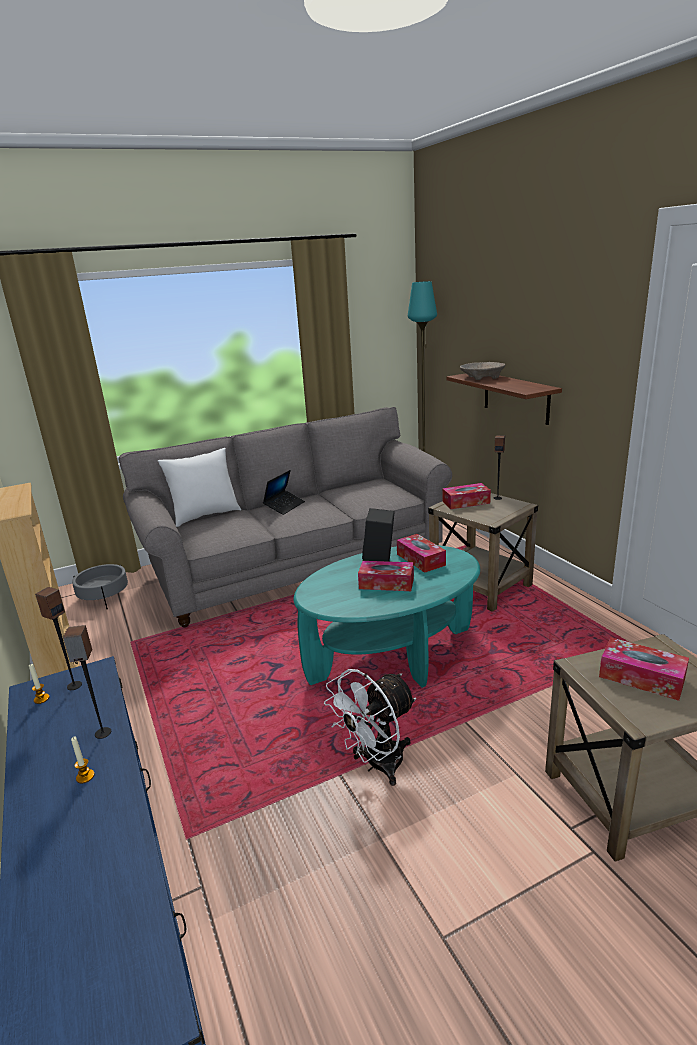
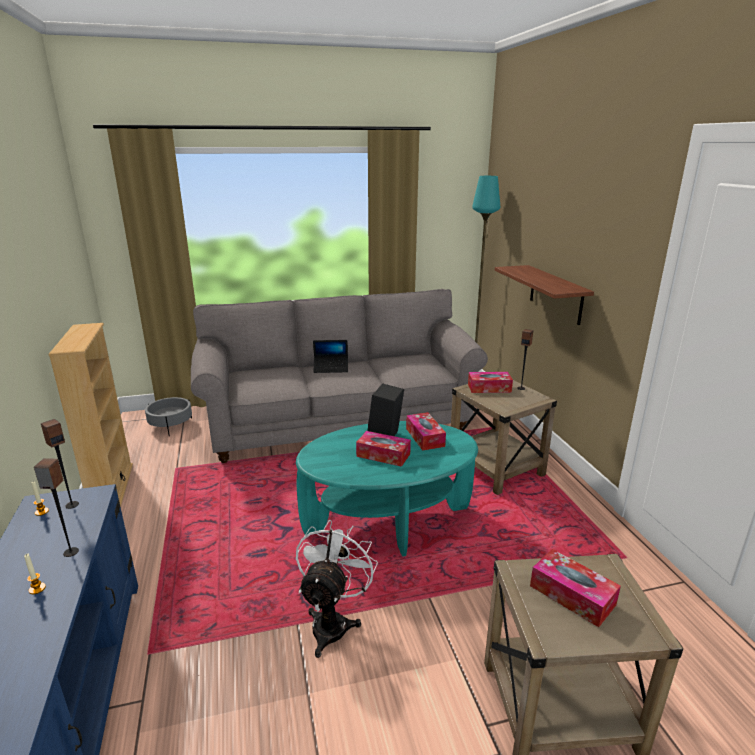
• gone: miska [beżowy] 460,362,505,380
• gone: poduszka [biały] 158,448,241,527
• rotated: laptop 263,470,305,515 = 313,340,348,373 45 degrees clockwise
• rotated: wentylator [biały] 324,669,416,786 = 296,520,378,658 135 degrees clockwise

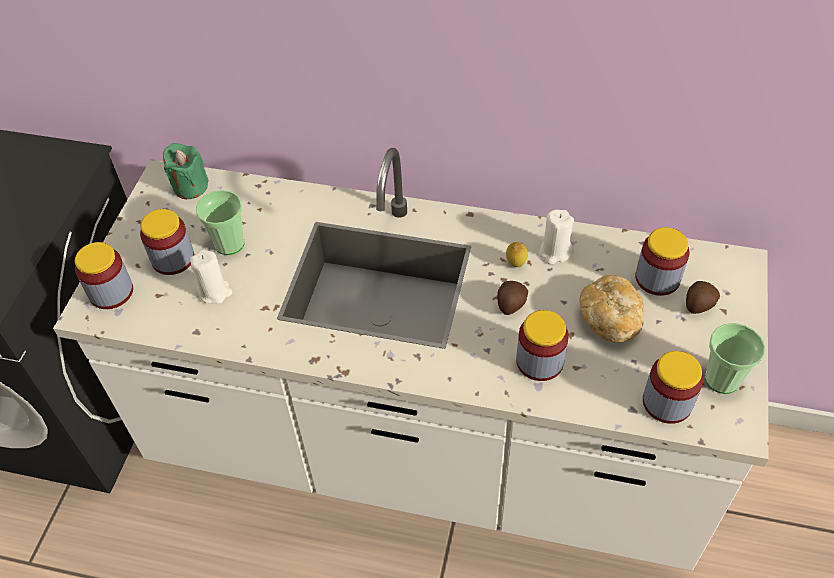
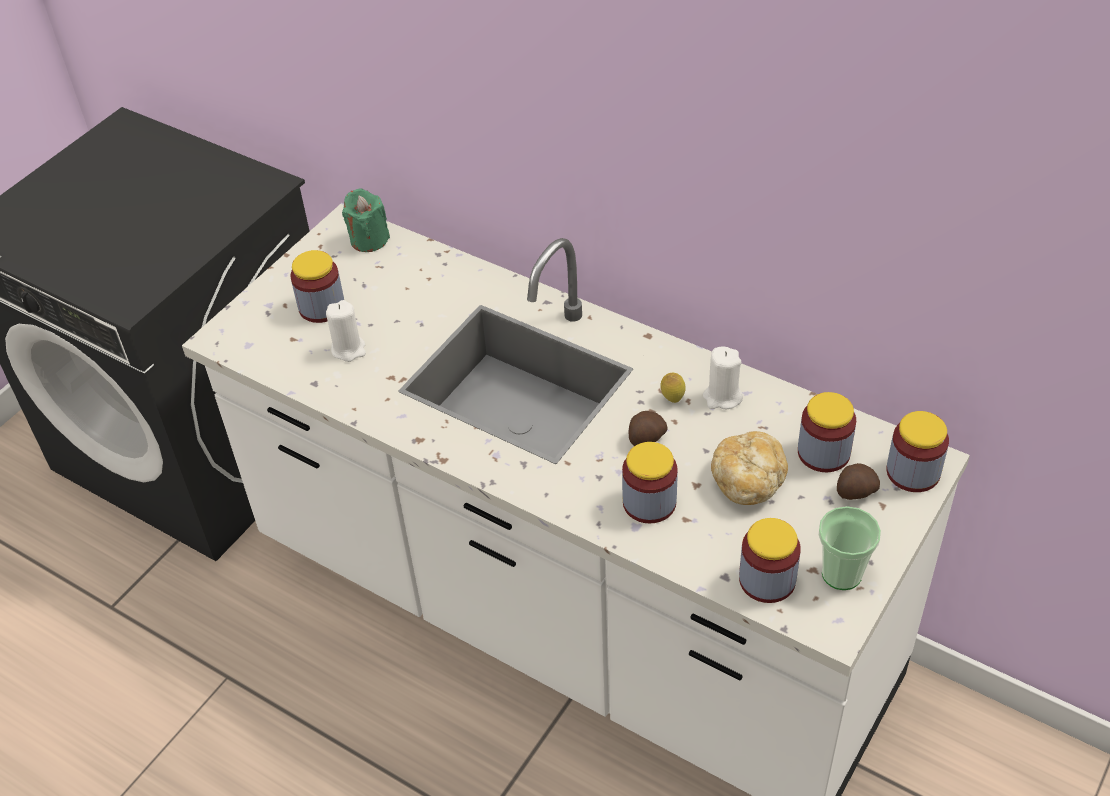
• gone: filiżanka 196,190,245,255
• shifted: słoik 75,242,133,309 to 886,411,949,492

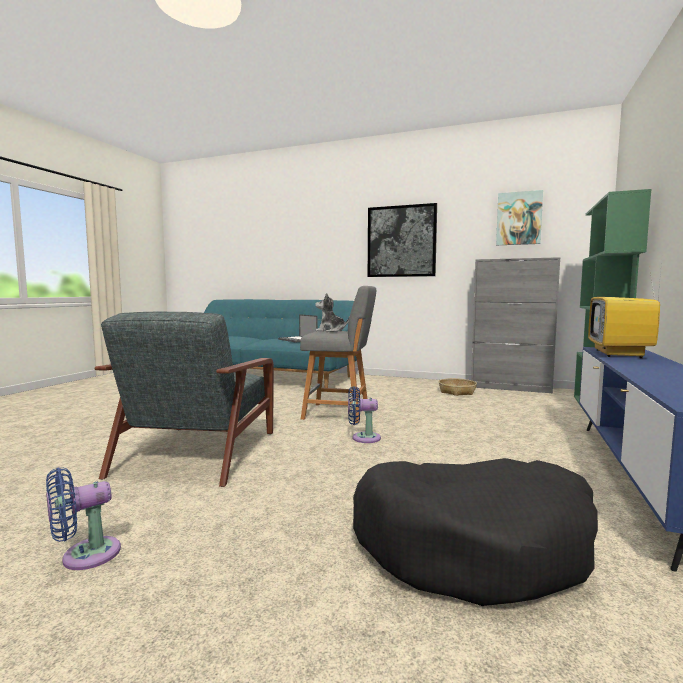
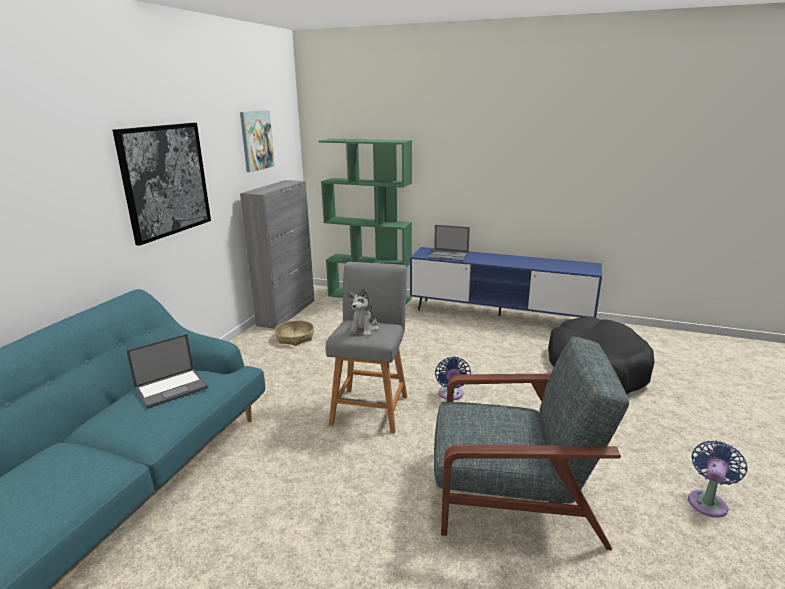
• swapped: telewizor 588,262,662,358 to laptop 428,225,470,261
• rotated: wentylator [niebieski] 46,467,121,570 = 688,440,748,517 105 degrees counterclockwise

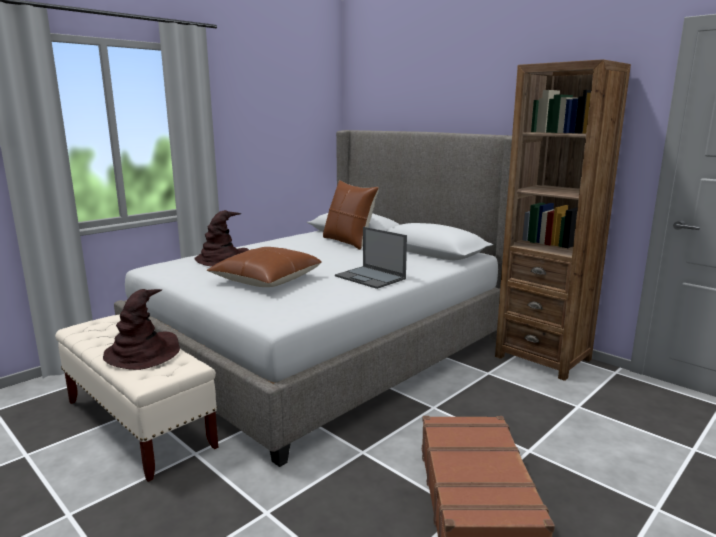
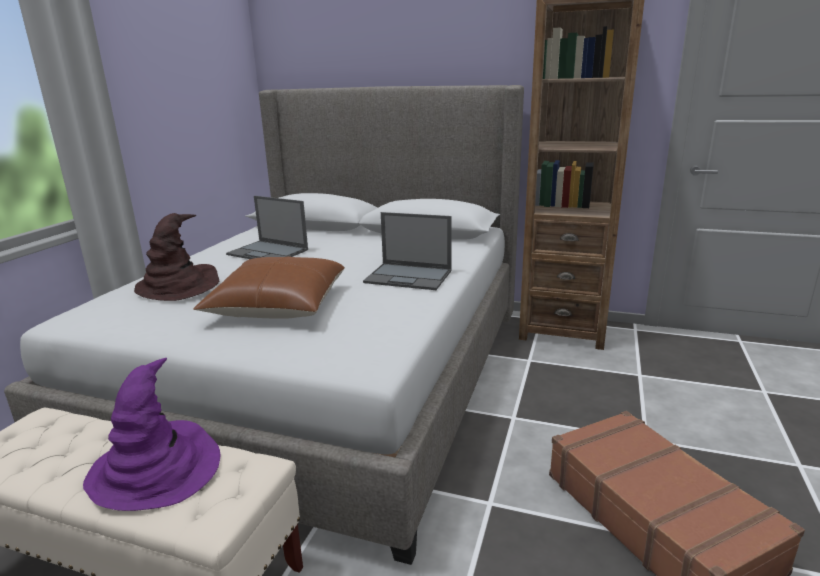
• gone: poduszka [brązowy] 323,180,379,250
• repainted: kapelusz [brązowy] 103,289,180,370 to kapelusz [fioletowy] 83,358,220,511
• new: laptop 226,196,308,259

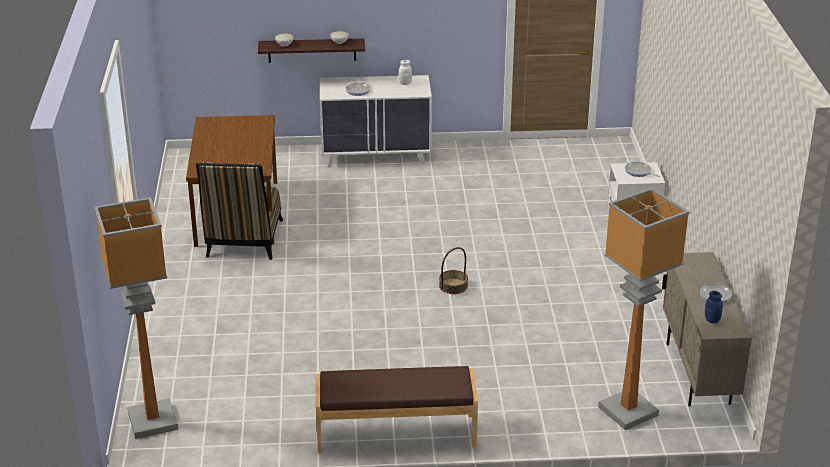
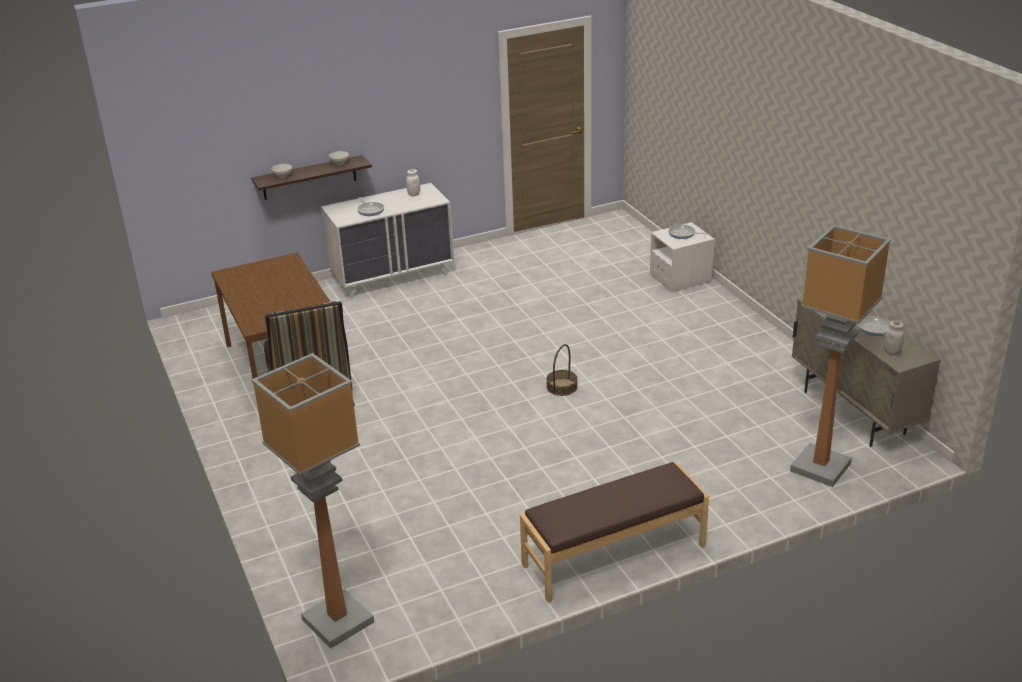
• repainted: słoik [niebieski] 705,291,723,324 to słoik [biały] 884,321,904,355

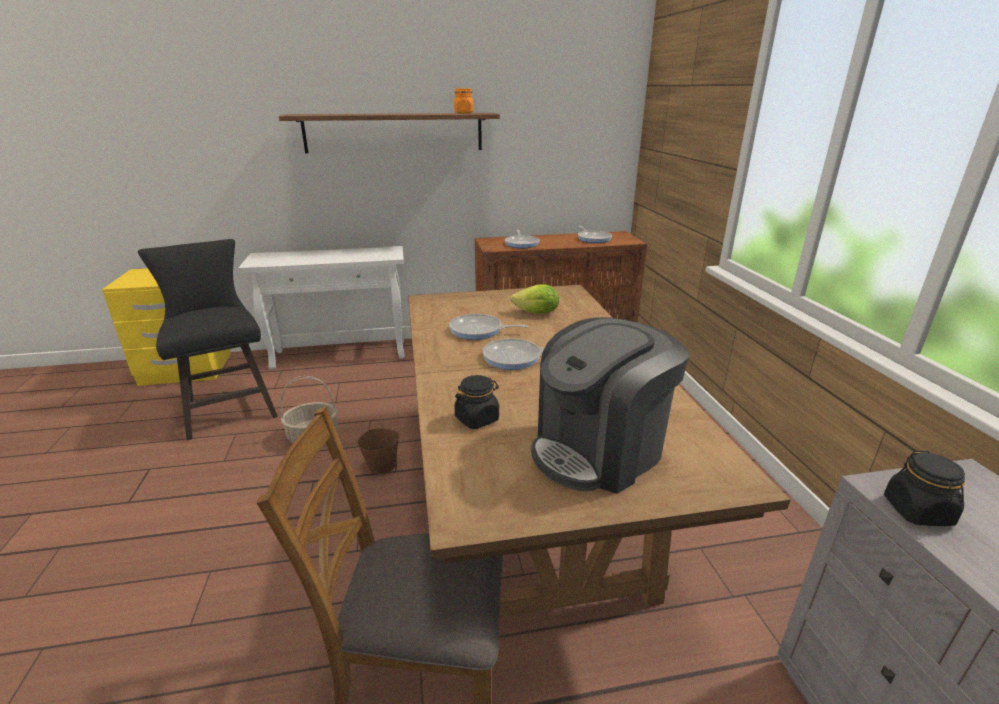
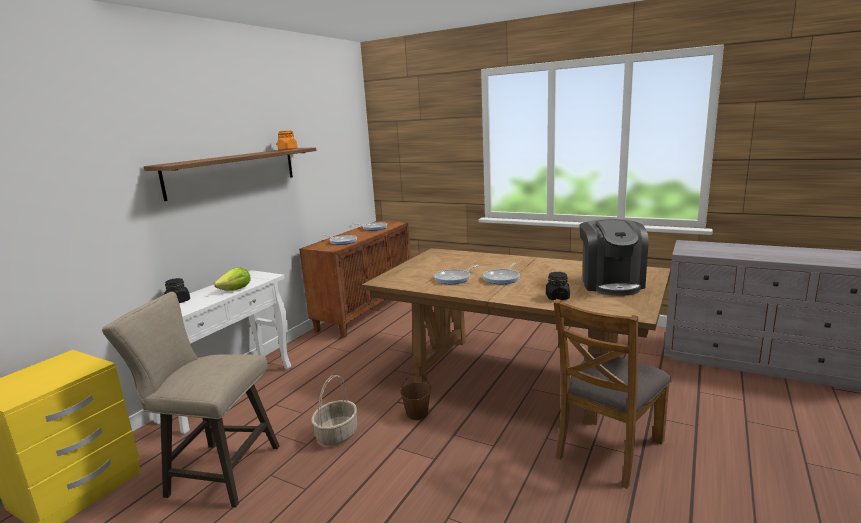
• repainted: stołek [czarny] 138,239,278,440 to stołek [beżowy] 102,292,279,508
• shifted: sałata 510,284,559,314 to 214,267,251,291
• shifted: słoik [czarny] 884,450,965,526 to 164,278,190,303

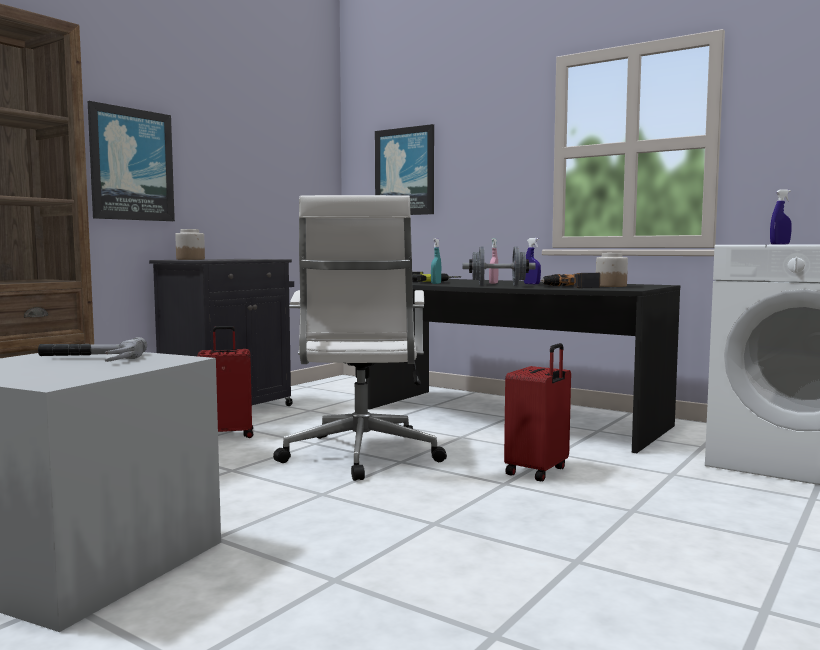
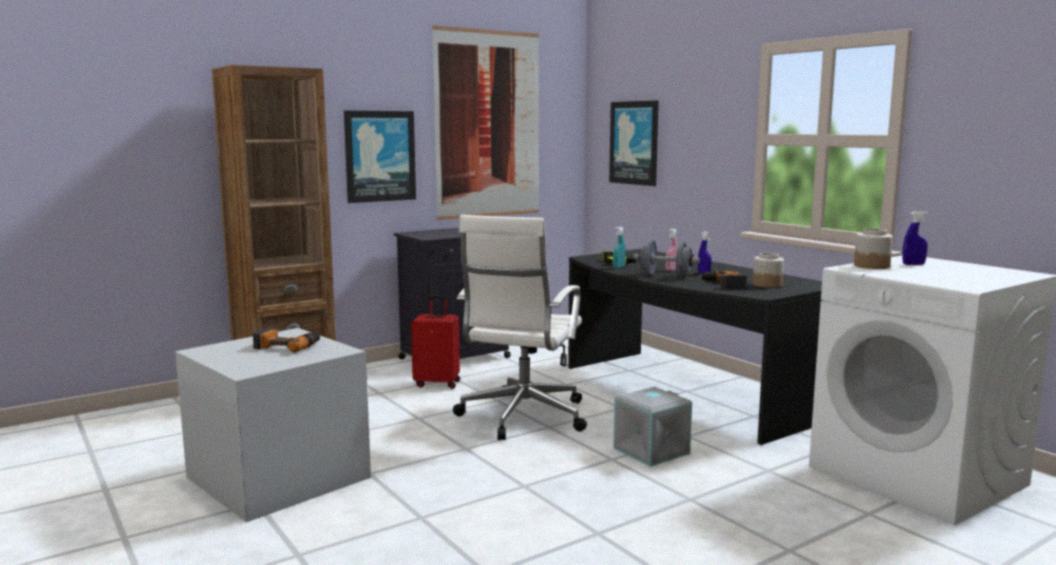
• shifted: słoik 175,229,205,260 to 854,228,893,269
• swapped: młotek 38,337,147,362 to wiertarka 253,327,320,353
• swapped: walizka [czerwony] 504,343,571,481 to pojemnik do przechowywania [szary] 613,387,692,467
• new: obraz 432,25,539,220

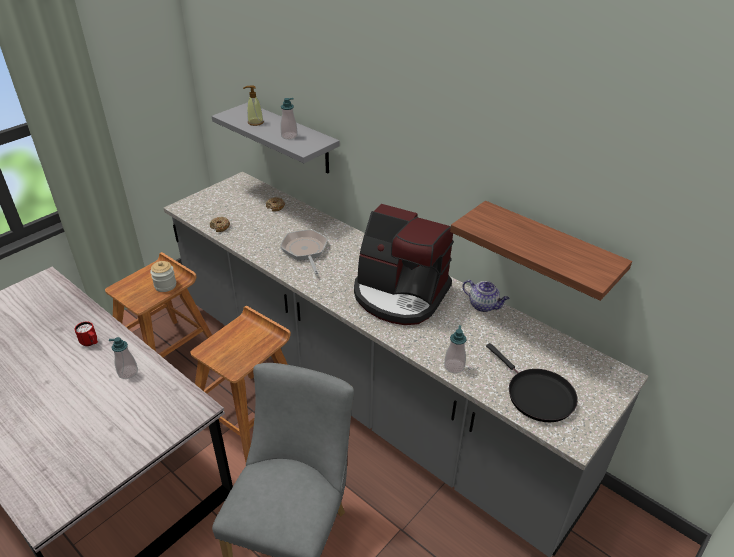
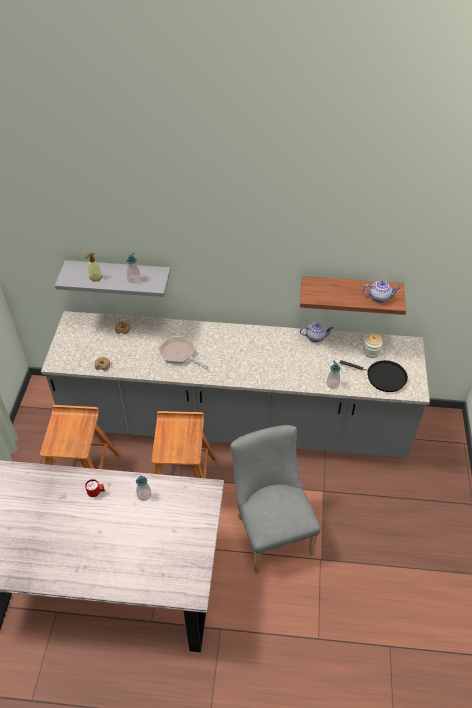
• gone: ekspres do kawy 354,204,454,325
• shifted: słoik 150,261,176,292 to 363,334,383,358
• new: imbryk 363,280,400,303

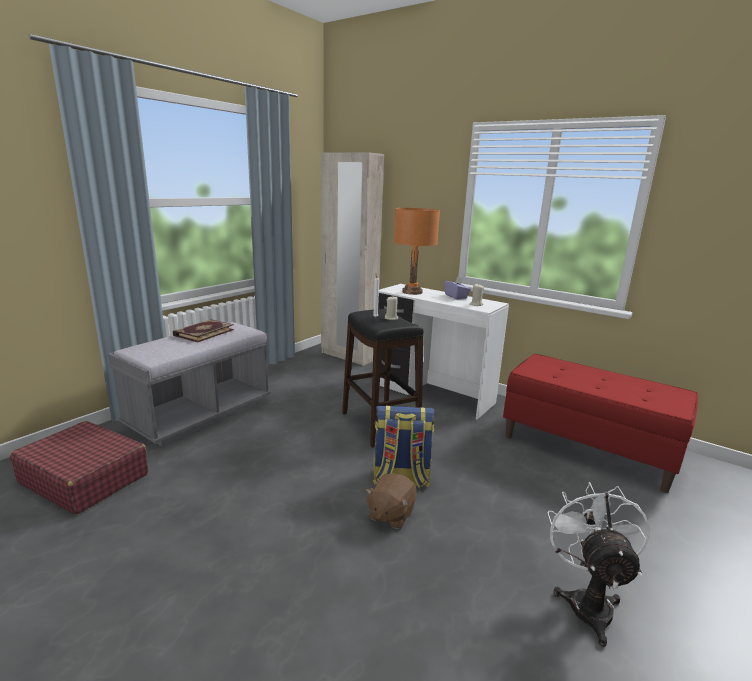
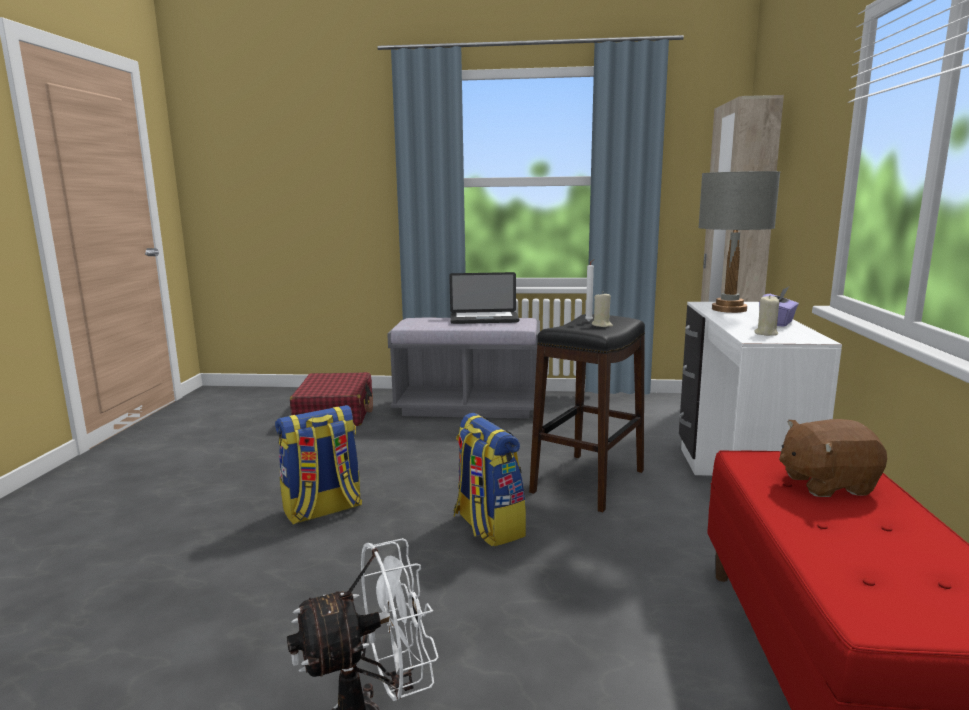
• repainted: lampa stołowa [pomarańczowy] 394,208,440,295 to lampa stołowa [szary] 698,171,780,313
• swapped: książka 173,319,234,343 to laptop 449,272,519,324
• shifted: pluszak [brązowy] 365,473,417,529 to 779,419,887,497
• new: plecak 275,405,362,525

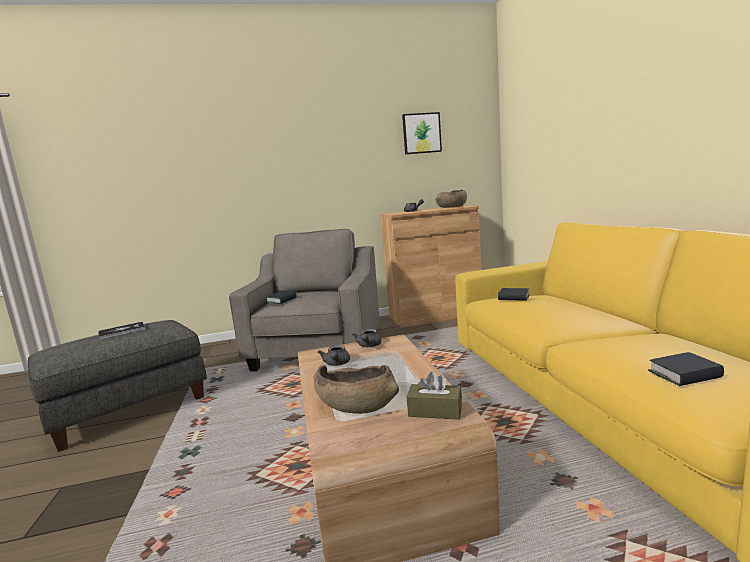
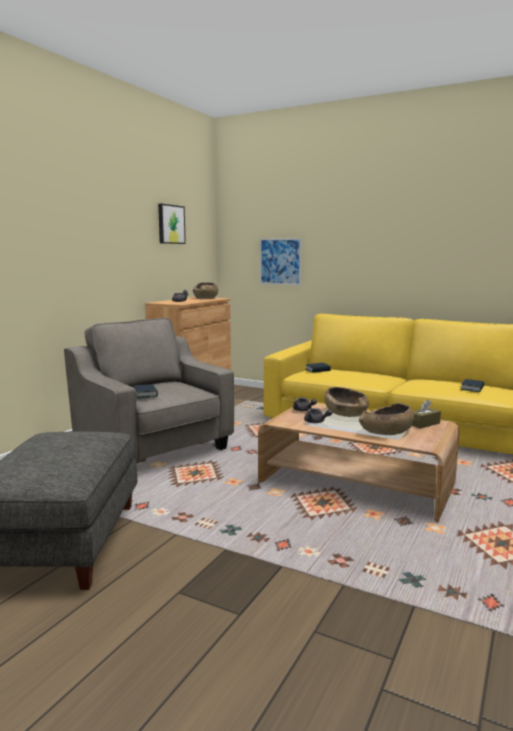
• gone: książka 98,322,146,340
• new: obraz 260,238,302,285
• new: miska [brązowy] 324,387,369,417

